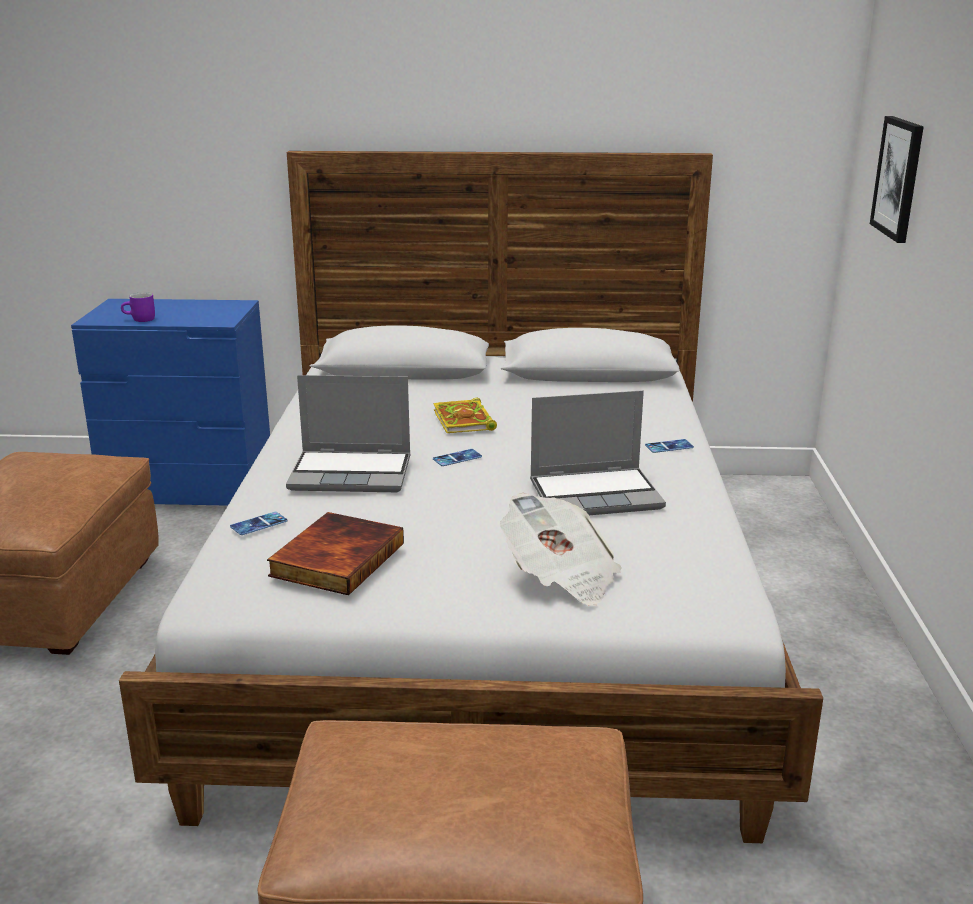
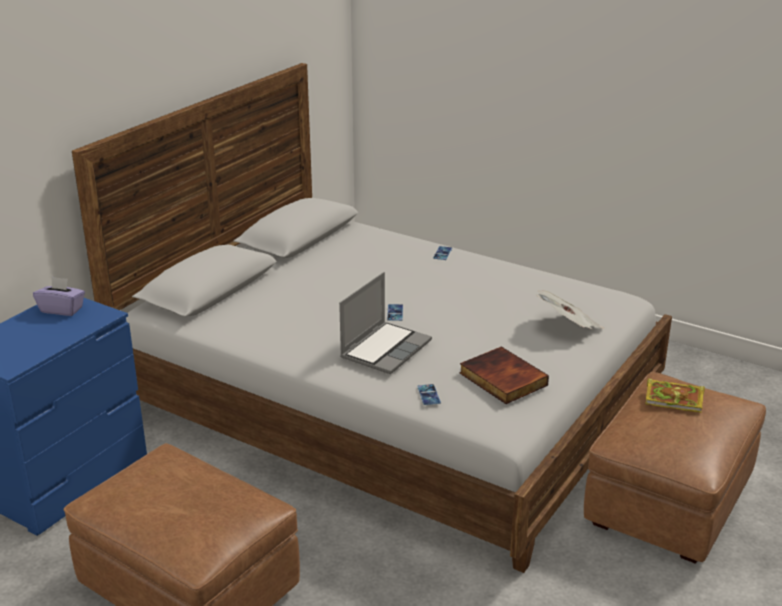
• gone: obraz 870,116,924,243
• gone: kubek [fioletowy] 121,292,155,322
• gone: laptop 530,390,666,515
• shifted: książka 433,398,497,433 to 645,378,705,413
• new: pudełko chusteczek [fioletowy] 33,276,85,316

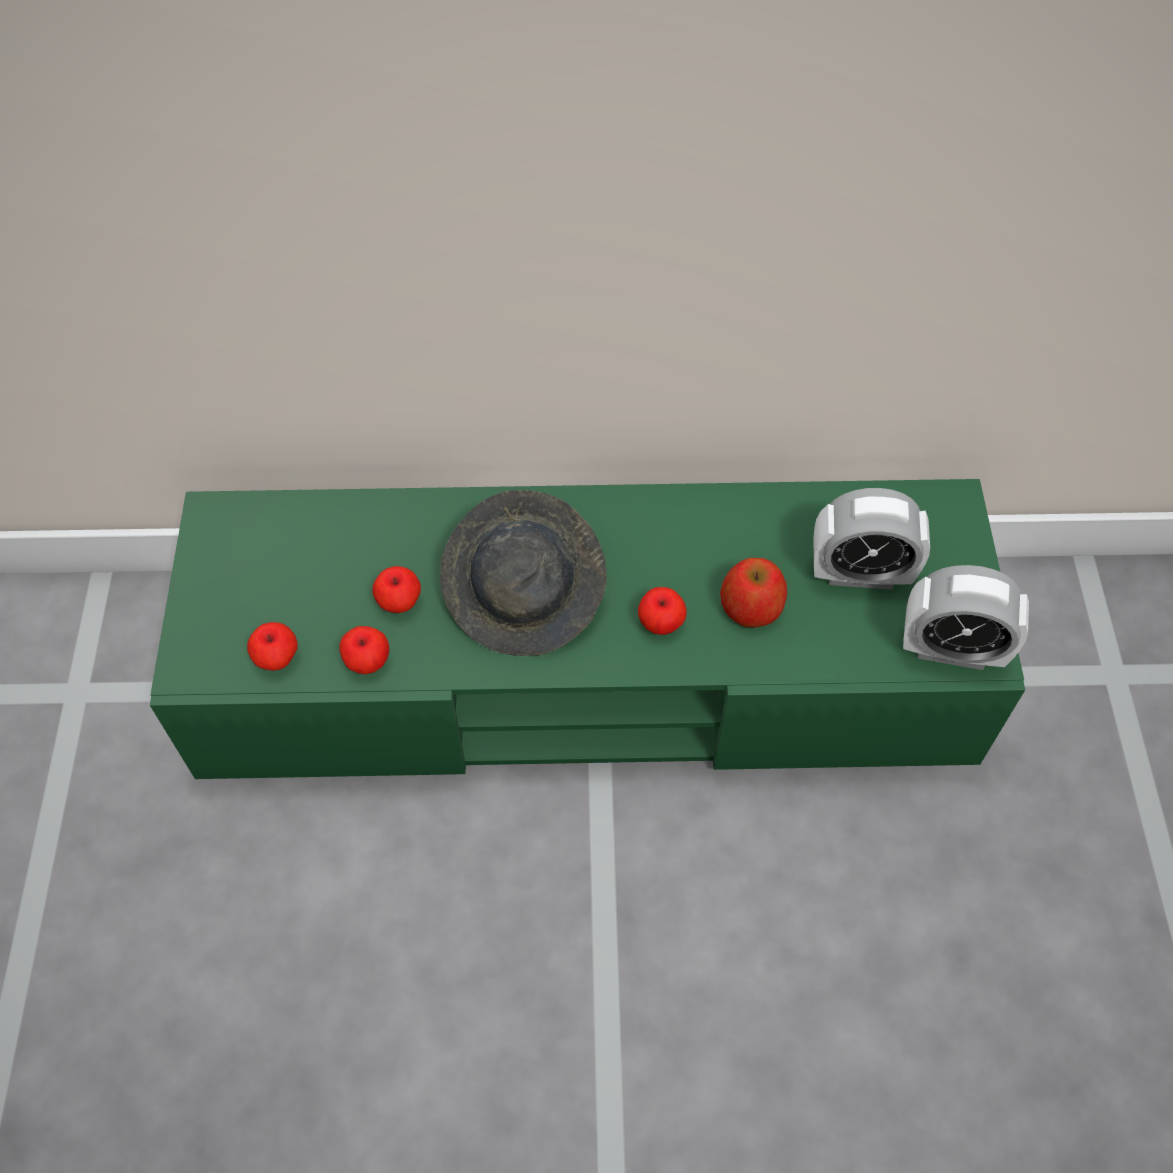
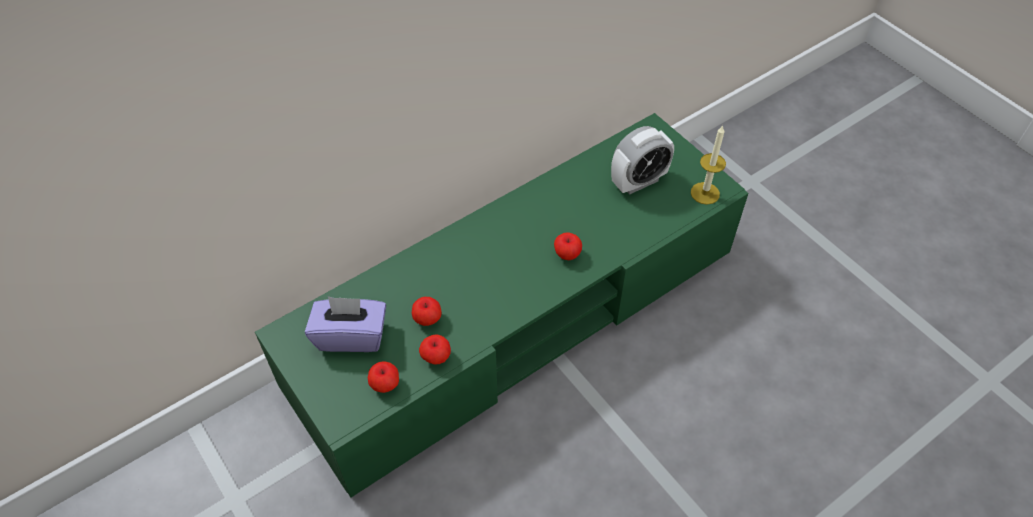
• gone: kapelusz [szary] 440,490,607,656
• gone: jabłko 720,558,787,628
• swapped: budzik 903,565,1029,670 to świeca 691,125,726,205
• new: pudełko chusteczek [fioletowy] 305,296,386,352

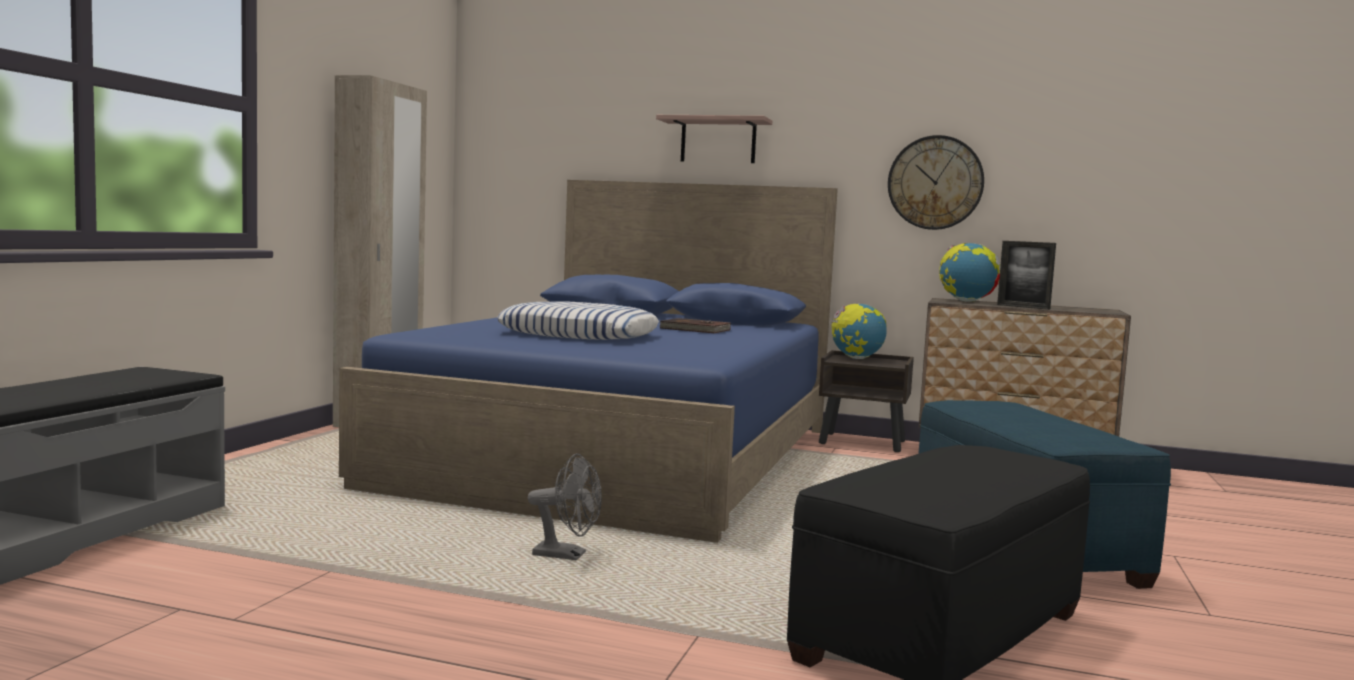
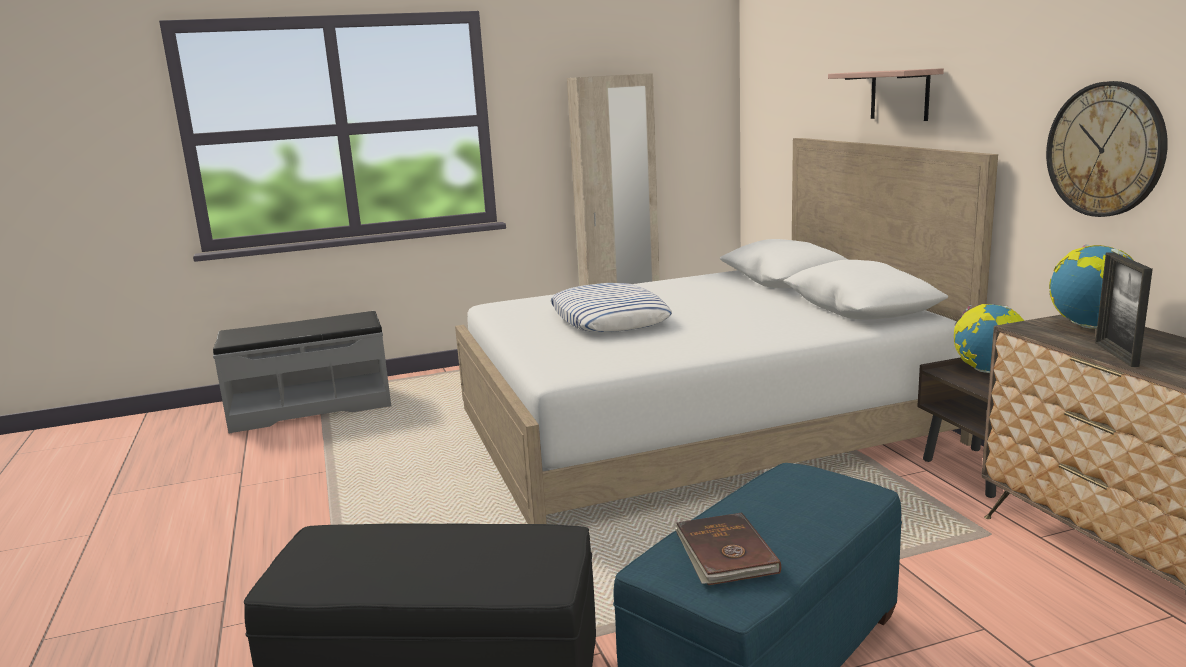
• repainted: łóżko [niebieski] 339,180,838,543 to łóżko [biały] 455,138,998,524
• shifted: książka [brązowy] 660,318,731,333 to 675,512,781,585
• gone: wentylator [szary] 528,453,602,560

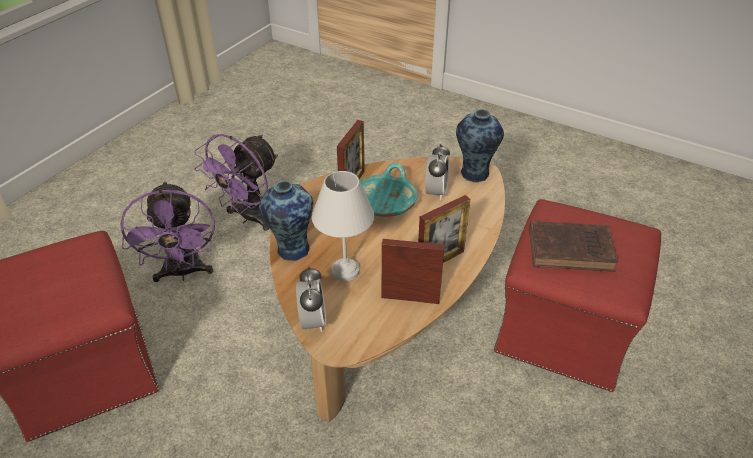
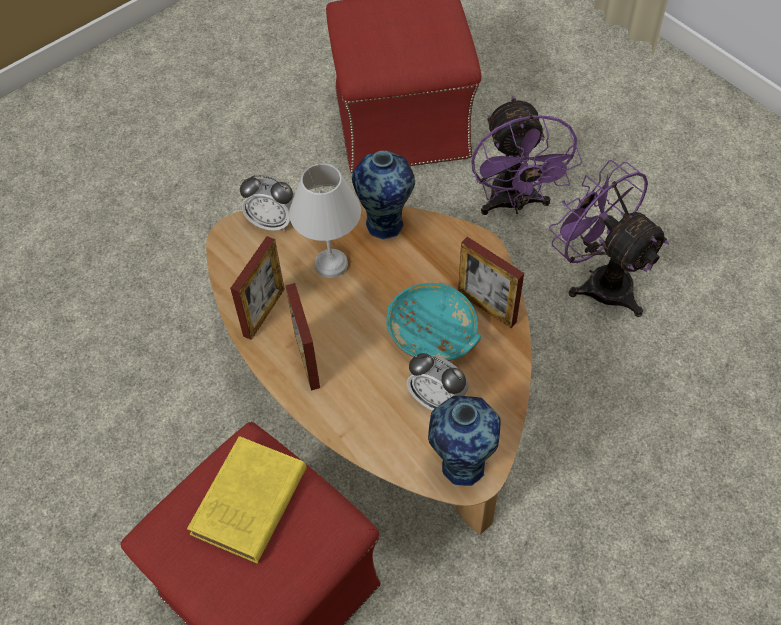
• rotated: wentylator [fioletowy] 120,181,215,282 = 471,96,582,215 105 degrees counterclockwise
• repainted: książka [brązowy] 529,221,618,272 to książka [żółty] 187,436,307,563

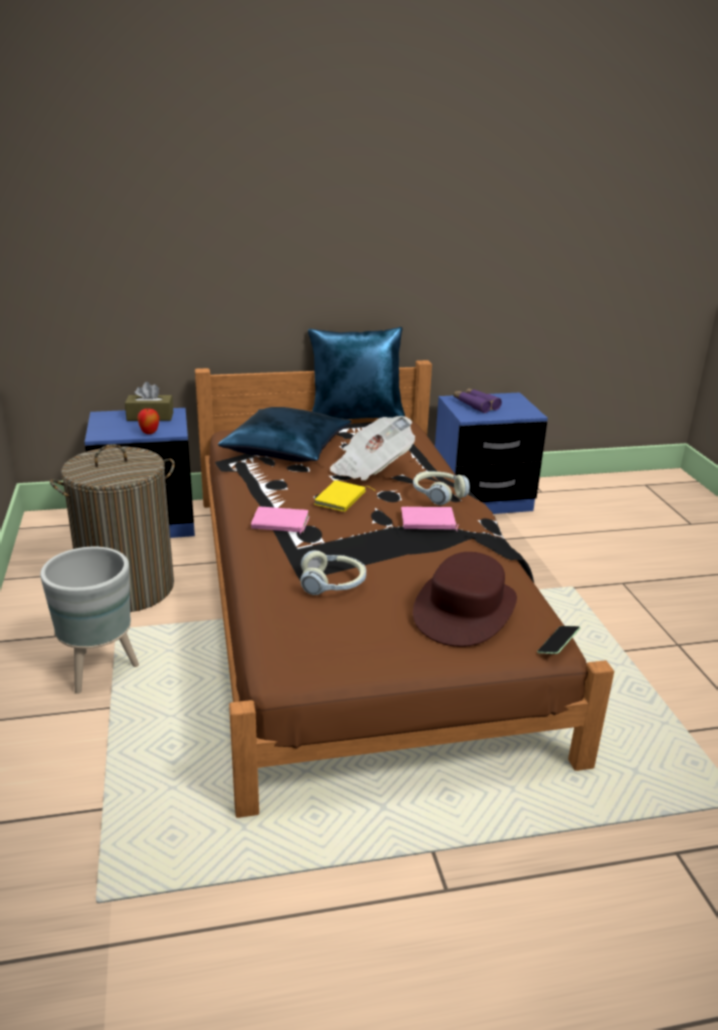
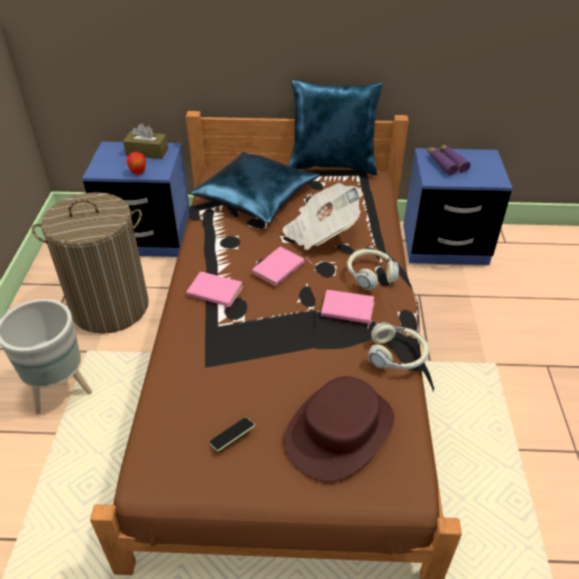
• repainted: książka [żółty] 314,480,375,512 to książka [różowy] 252,247,312,286
• shifted: słuchawki 300,550,366,595 to 368,322,429,370
• shifted: telefon 537,626,580,654 to 209,417,255,451

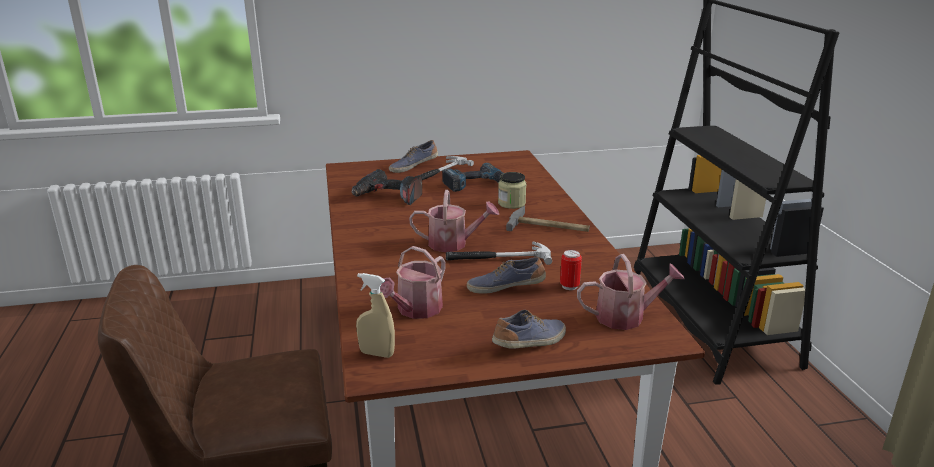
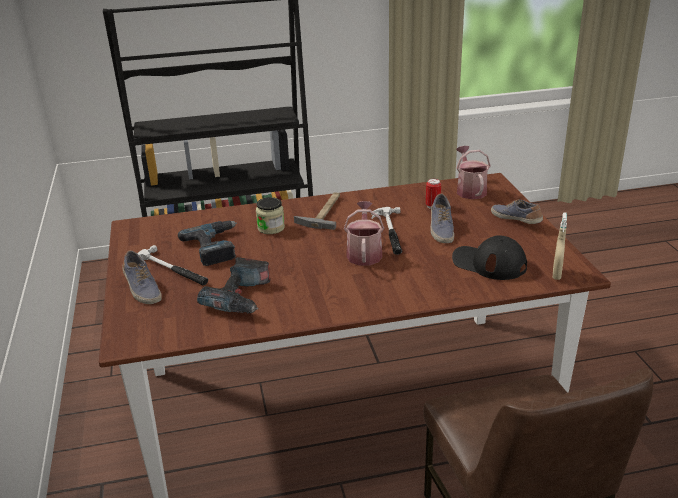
• swapped: konewka 380,246,446,319 to czapka z daszkiem [czarny] 452,235,527,280

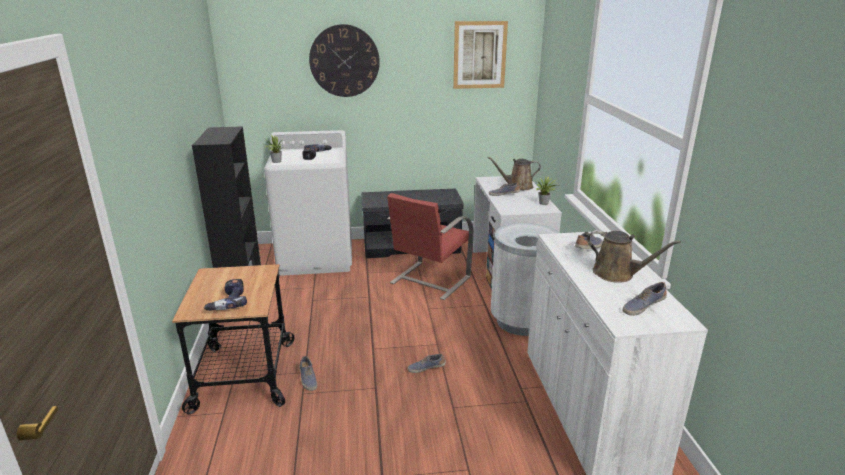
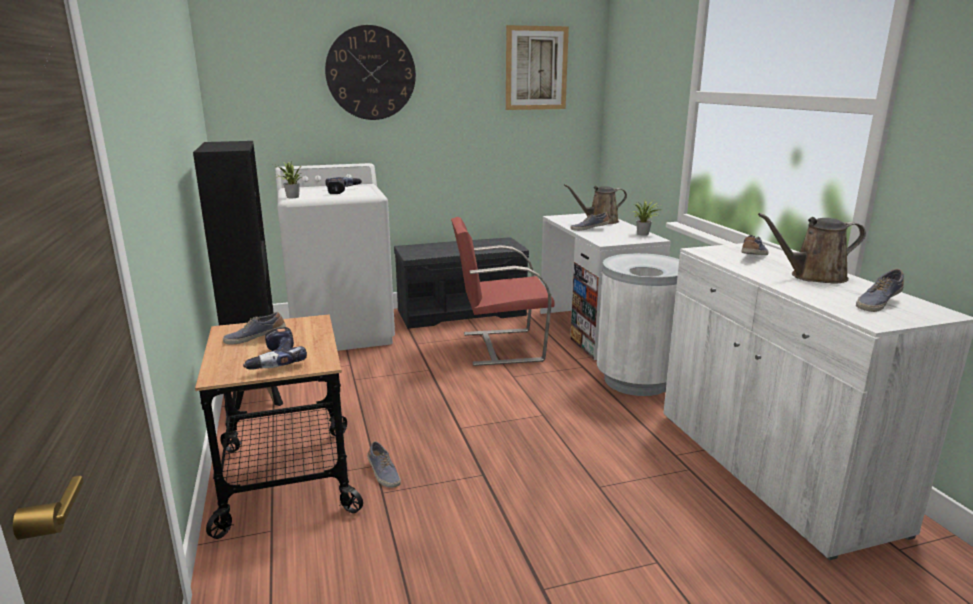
• rotated: krzesło [czerwony] 387,193,474,300 = 451,217,555,366 60 degrees clockwise
• rotated: konewka [brązowy] 587,230,681,283 = 758,213,866,283 150 degrees clockwise
• shifted: but 407,354,446,373 to 223,312,286,344

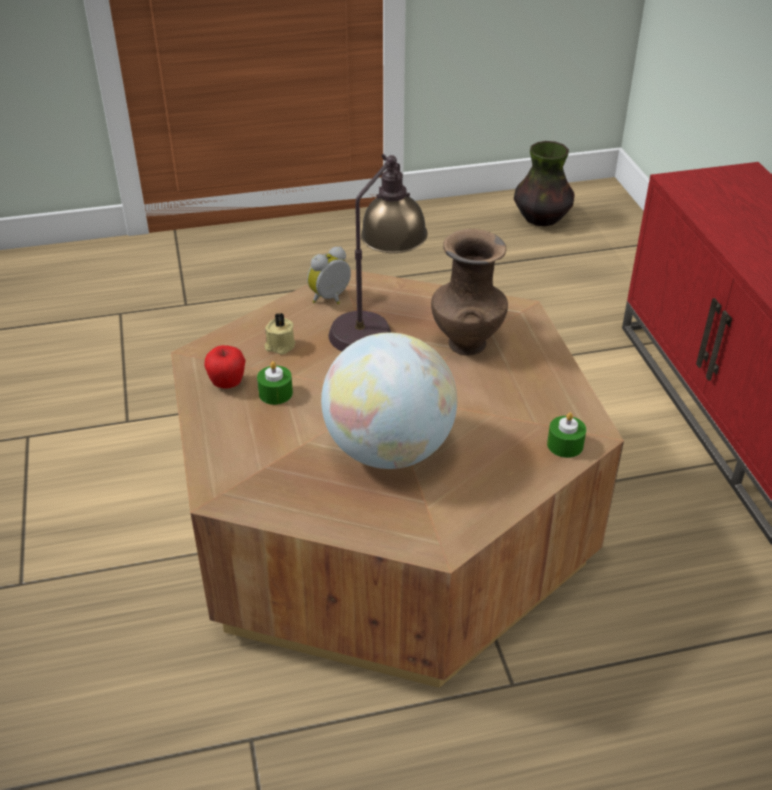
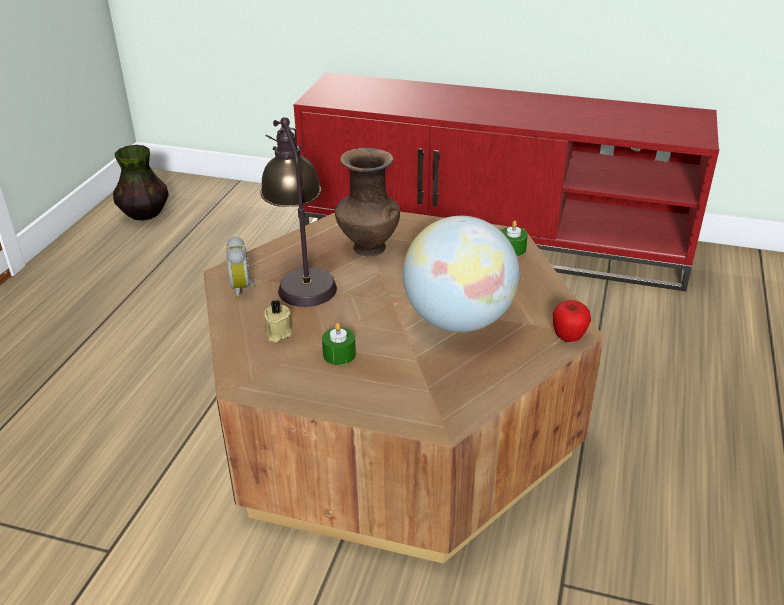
• shifted: jabłko 204,345,246,389 to 553,300,591,342

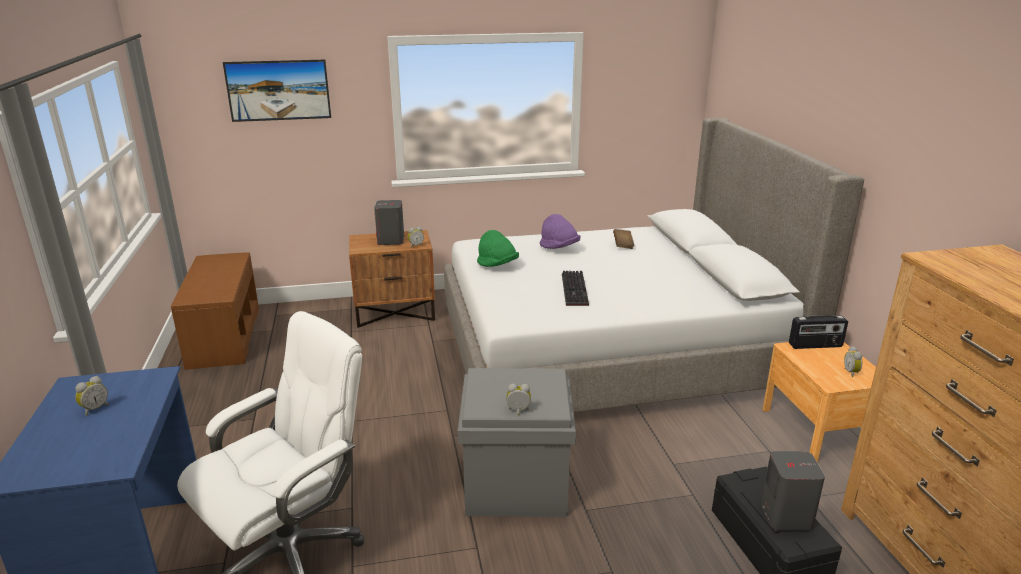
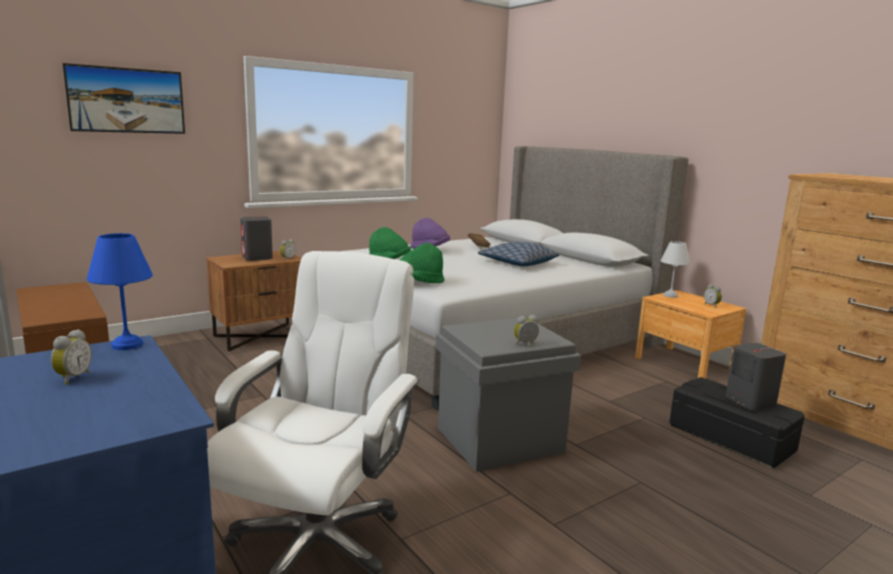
• gone: klawiatura 562,271,589,306
• swapped: radio 789,315,848,349 to lampa stołowa [biały] 661,241,690,298
• new: lampa stołowa [niebieski] 87,233,153,350
• new: poduszka 478,242,560,266
• new: kapelusz [zielony] 400,243,445,283

